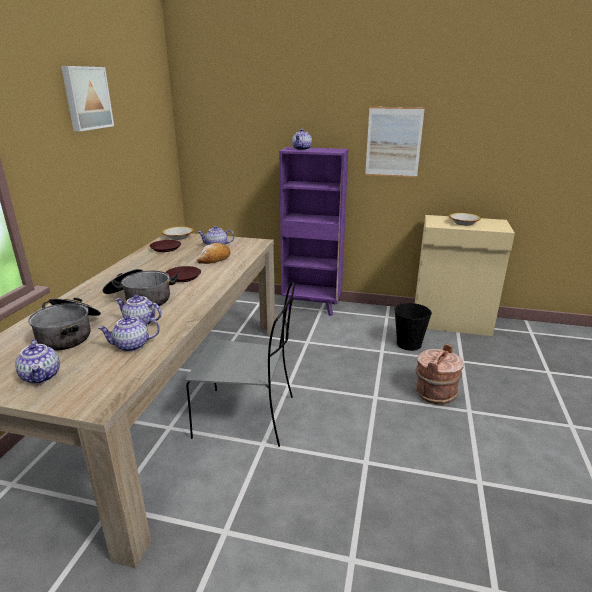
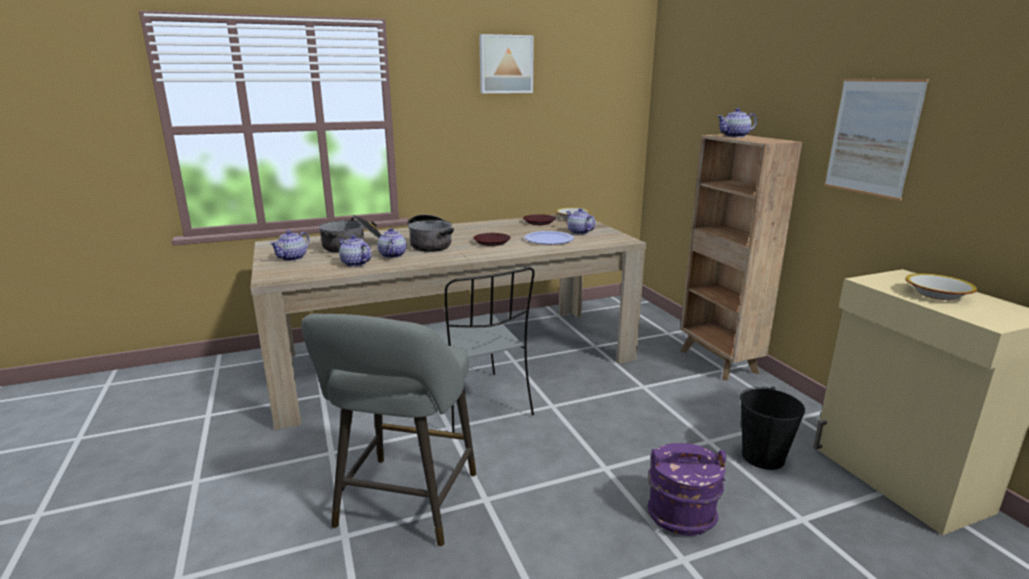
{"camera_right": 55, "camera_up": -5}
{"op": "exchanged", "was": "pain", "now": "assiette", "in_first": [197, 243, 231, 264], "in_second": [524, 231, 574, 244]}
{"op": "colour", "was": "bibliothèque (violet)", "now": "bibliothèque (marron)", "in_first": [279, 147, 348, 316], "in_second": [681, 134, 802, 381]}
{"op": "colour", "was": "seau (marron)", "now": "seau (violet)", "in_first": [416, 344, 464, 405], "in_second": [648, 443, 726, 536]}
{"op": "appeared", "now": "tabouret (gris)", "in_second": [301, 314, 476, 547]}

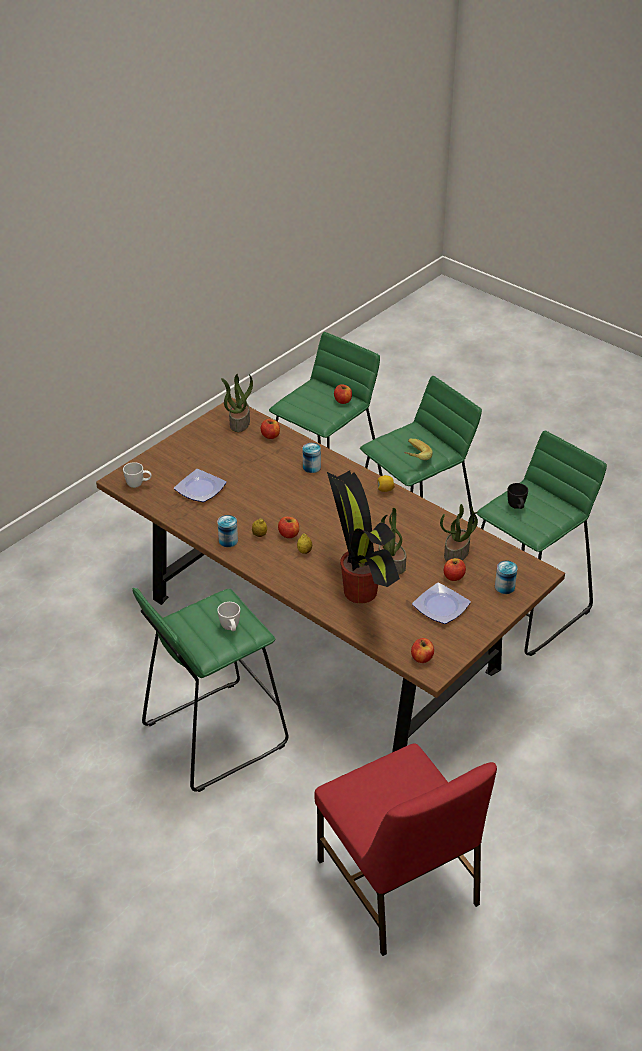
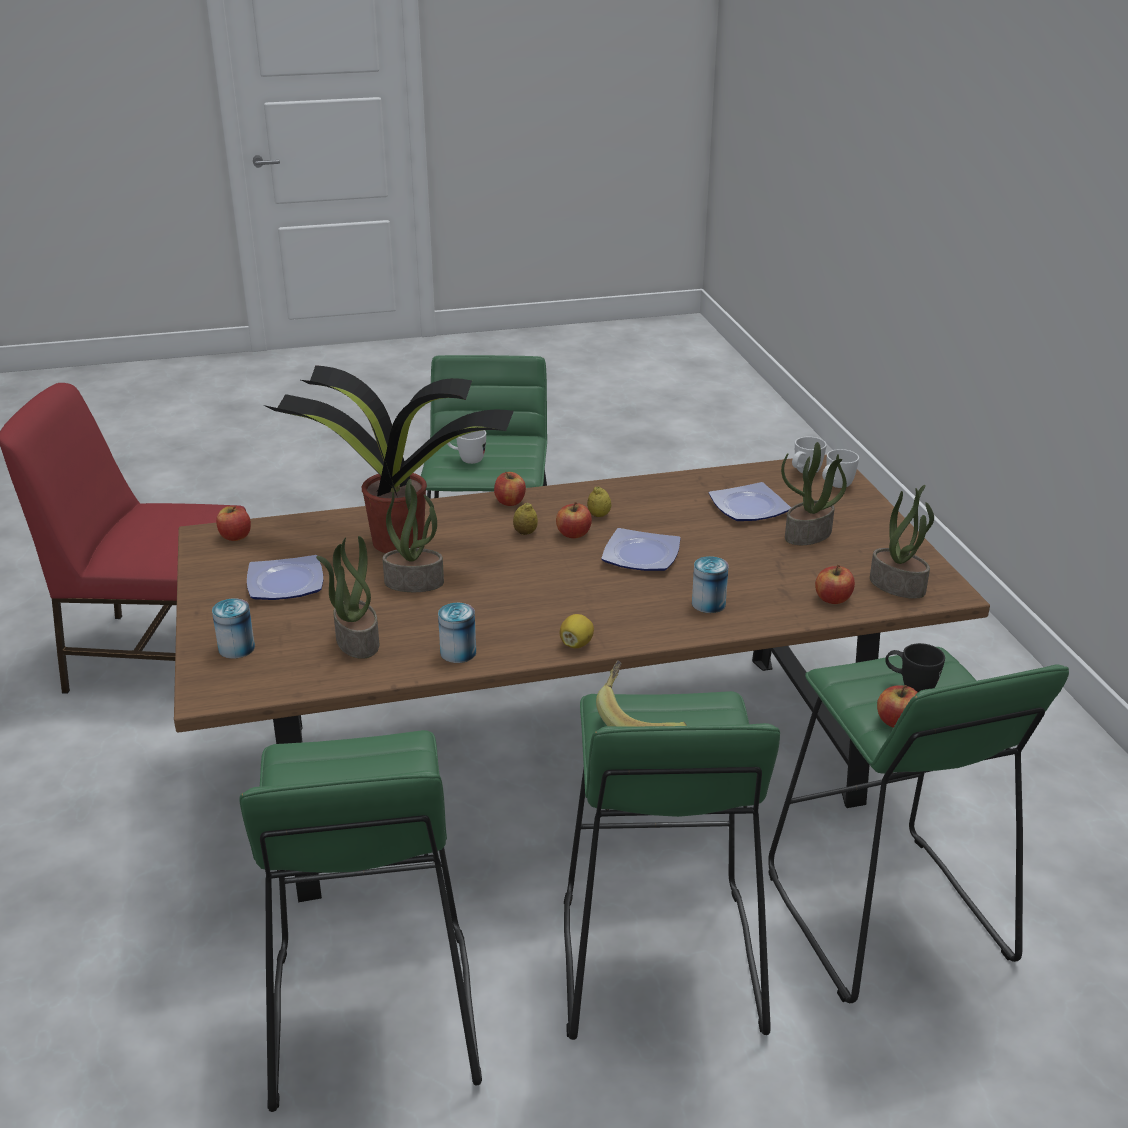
{"camera_right": 125, "camera_up": -10}
{"op": "relocated", "was": "boîte métallique", "in_first": [217, 515, 238, 547], "in_second": [438, 603, 476, 663]}
{"op": "relocated", "was": "pomme", "in_first": [444, 558, 466, 581], "in_second": [494, 471, 526, 506]}
{"op": "relocated", "was": "mug (noir)", "in_first": [507, 483, 528, 509], "in_second": [885, 643, 945, 692]}
{"op": "appeared", "now": "assiette", "in_second": [601, 528, 681, 571]}
{"op": "appeared", "now": "plante en pot", "in_second": [781, 442, 847, 545]}
{"op": "appeared", "now": "mug (blanc)", "in_second": [822, 449, 859, 488]}

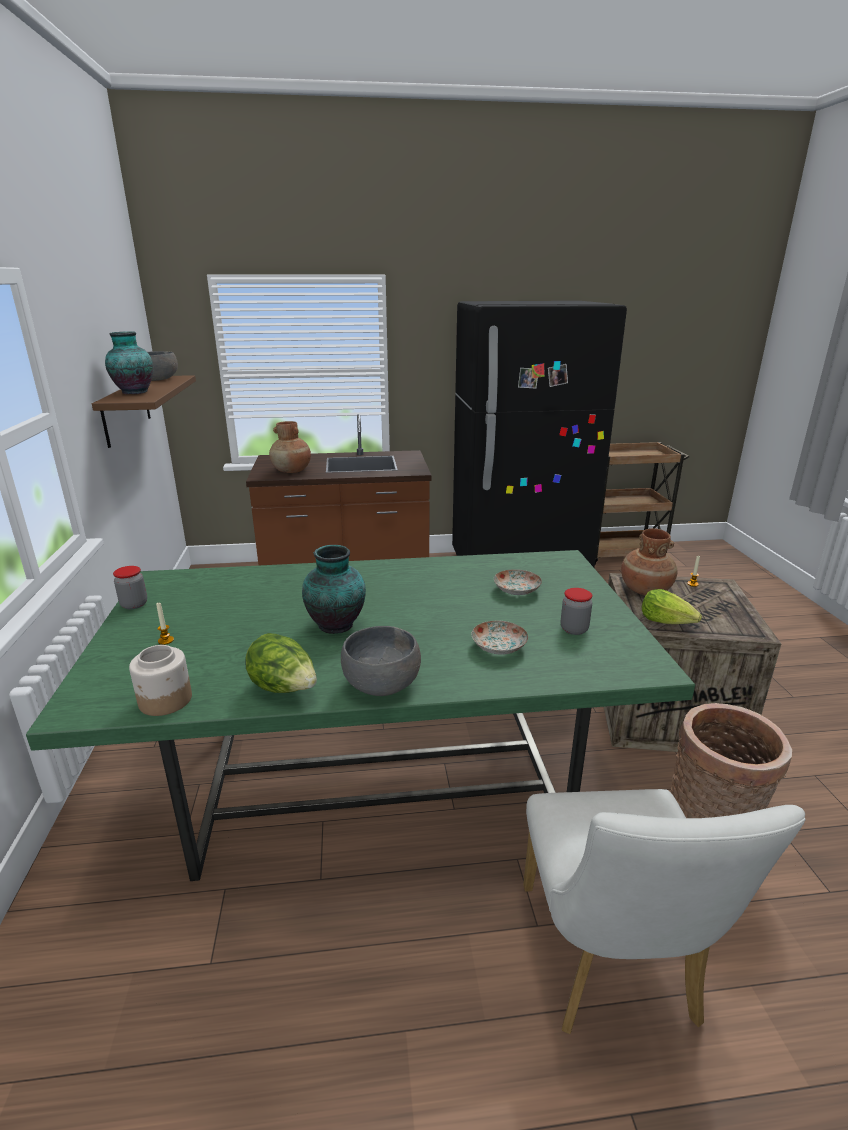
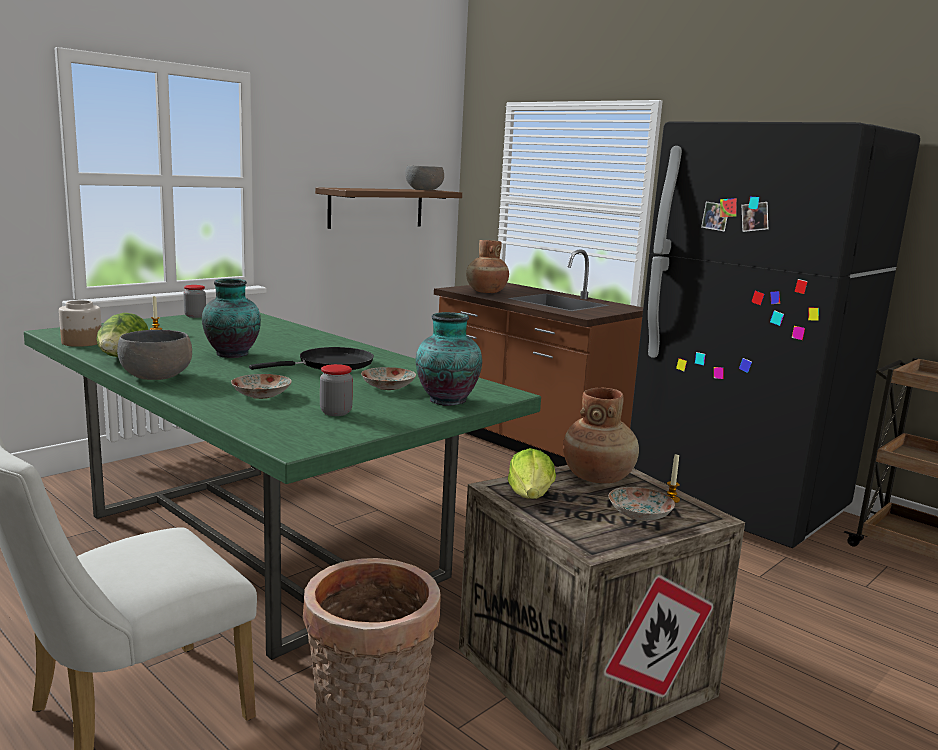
{"camera_right": 50, "camera_up": -10}
{"op": "relocated", "was": "vase", "in_first": [105, 331, 153, 394], "in_second": [416, 312, 482, 406]}
{"op": "appeared", "now": "poêle (noir)", "in_second": [249, 347, 374, 370]}
{"op": "appeared", "now": "assiette", "in_second": [609, 487, 675, 521]}

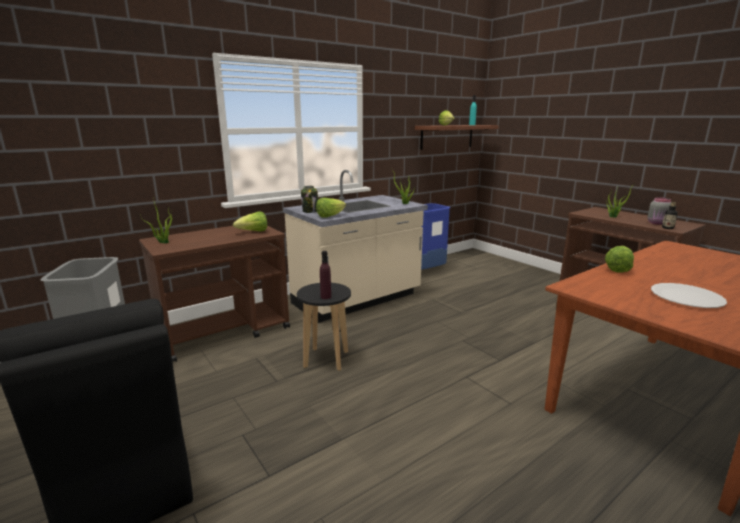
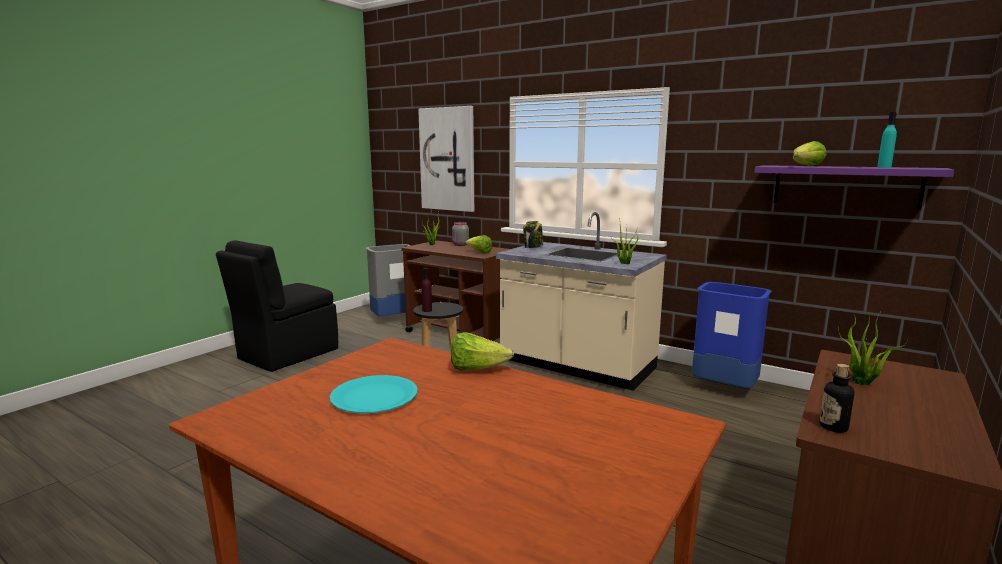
{"camera_right": 70, "camera_up": -5}
{"op": "missing", "was": "laitue", "in_first": [316, 198, 346, 217]}
{"op": "colour", "was": "étagère (marron)", "now": "étagère (violet)", "in_first": [415, 125, 499, 150], "in_second": [754, 165, 954, 210]}
{"op": "relocated", "was": "bocal (gris)", "in_first": [647, 197, 671, 225], "in_second": [452, 222, 469, 246]}
{"op": "colour", "was": "assiette (blanc)", "now": "assiette (turquoise)", "in_first": [651, 283, 727, 308], "in_second": [329, 375, 418, 413]}
{"op": "appeared", "now": "tableau", "in_second": [418, 106, 474, 212]}

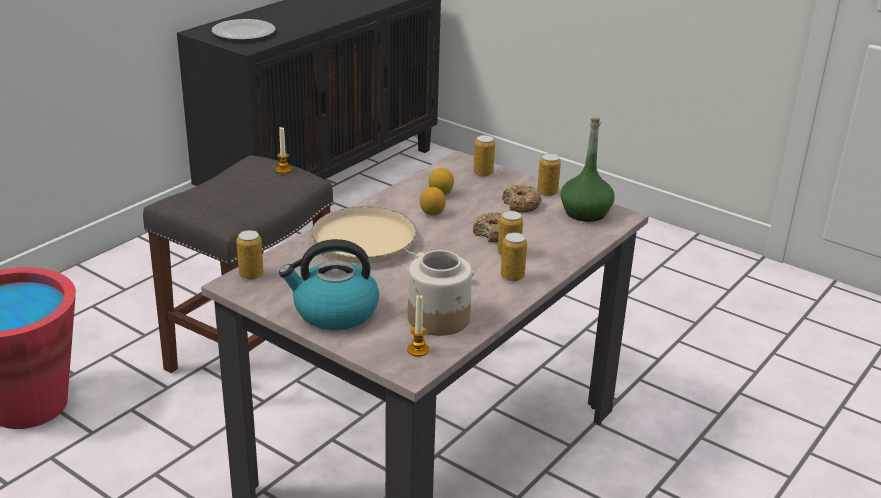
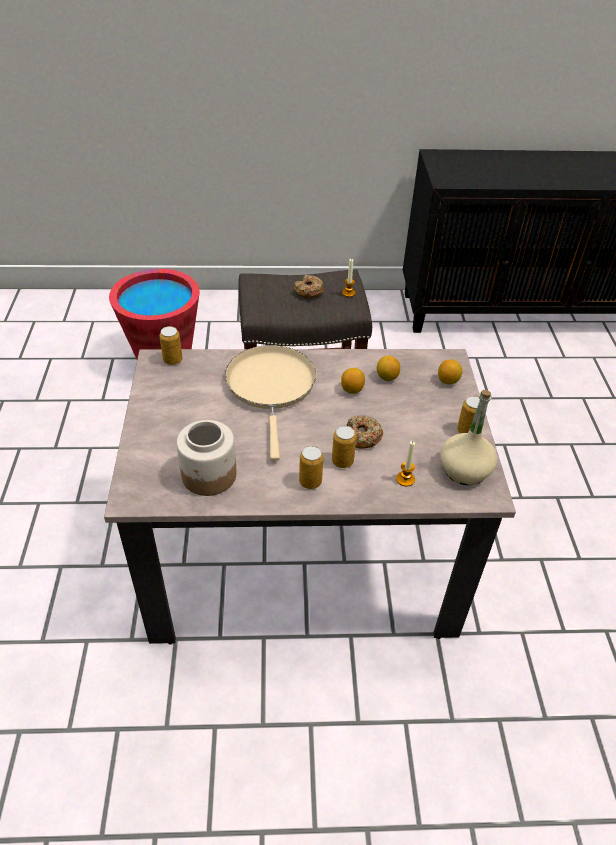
{"camera_right": 50, "camera_up": 15}
{"op": "missing", "was": "assiette", "in_first": [212, 19, 276, 40]}
{"op": "missing", "was": "bouilloire", "in_first": [279, 239, 379, 330]}
{"op": "relocated", "was": "bougie", "in_first": [407, 294, 429, 357], "in_second": [396, 441, 415, 486]}
{"op": "exchanged", "was": "boîte métallique", "now": "citron", "in_first": [473, 135, 495, 177], "in_second": [438, 359, 463, 384]}
{"op": "relocated", "was": "beignet", "in_first": [502, 185, 542, 213], "in_second": [294, 275, 324, 298]}
{"op": "colour", "was": "bouteille (vert)", "now": "bouteille (beige)", "in_first": [560, 118, 615, 222], "in_second": [440, 390, 497, 485]}

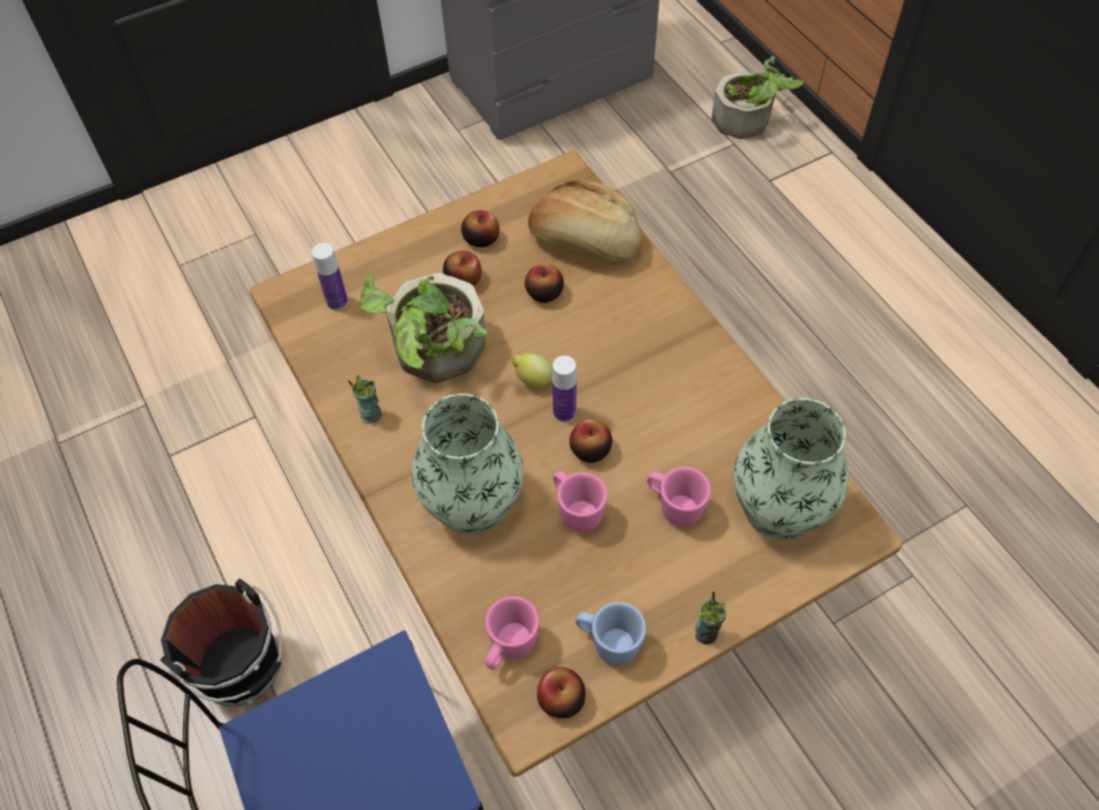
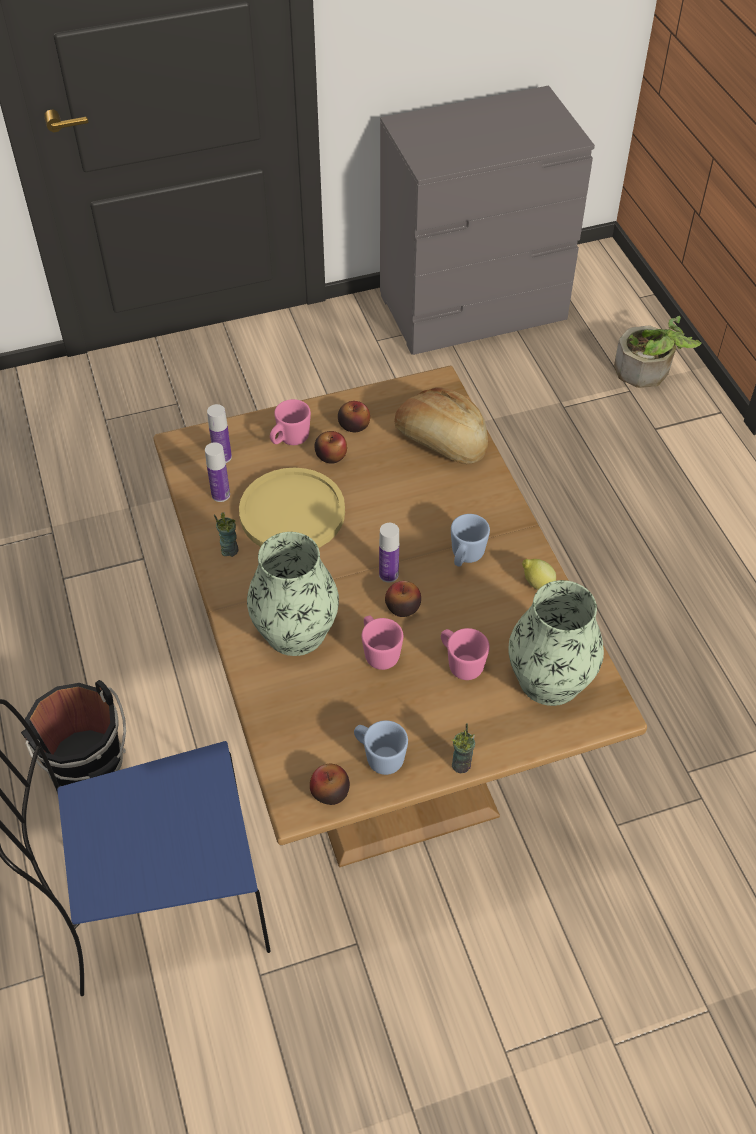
{"camera_right": 10, "camera_up": -5}
{"op": "exchanged", "was": "plante en pot", "now": "assiette (jaune)", "in_first": [360, 273, 487, 383], "in_second": [239, 468, 345, 548]}
{"op": "relocated", "was": "mug (rose)", "in_first": [485, 596, 539, 670], "in_second": [270, 399, 311, 445]}
{"op": "relocated", "was": "citron", "in_first": [511, 353, 553, 388], "in_second": [522, 559, 556, 590]}
{"op": "missing", "was": "pomme", "in_first": [525, 264, 564, 303]}
{"op": "appeared", "now": "bouteille", "in_second": [205, 442, 230, 502]}
{"op": "appeared", "now": "mug (bleu)", "in_second": [451, 514, 490, 567]}

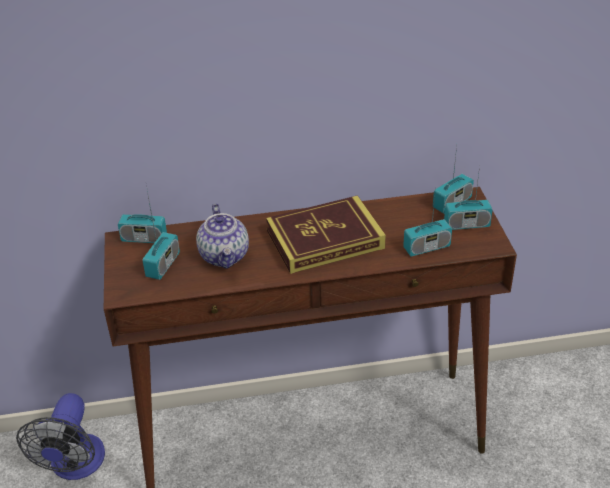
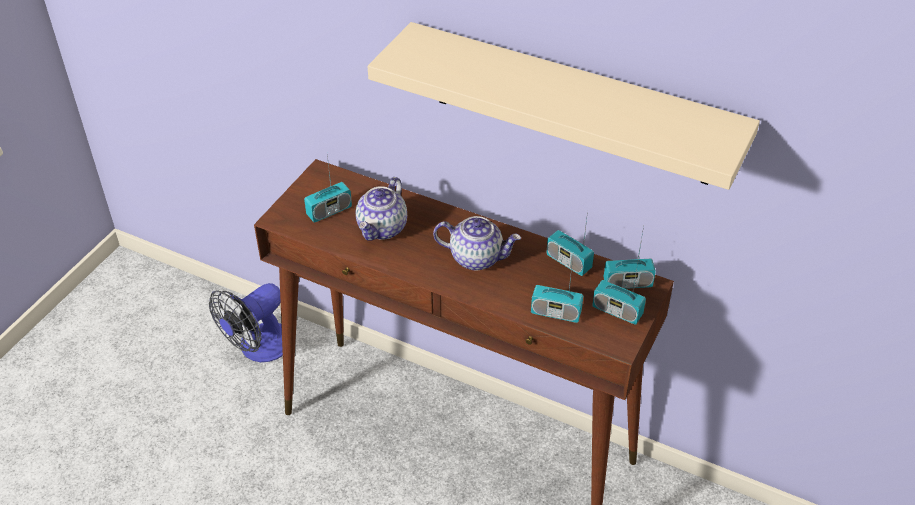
{"camera_right": 35, "camera_up": 5}
{"op": "relocated", "was": "radio", "in_first": [118, 180, 167, 243], "in_second": [546, 211, 594, 276]}
{"op": "exchanged", "was": "livre", "now": "théière", "in_first": [266, 195, 386, 274], "in_second": [433, 216, 521, 270]}
{"op": "appeared", "now": "étagère (beige)", "in_second": [368, 22, 760, 190]}

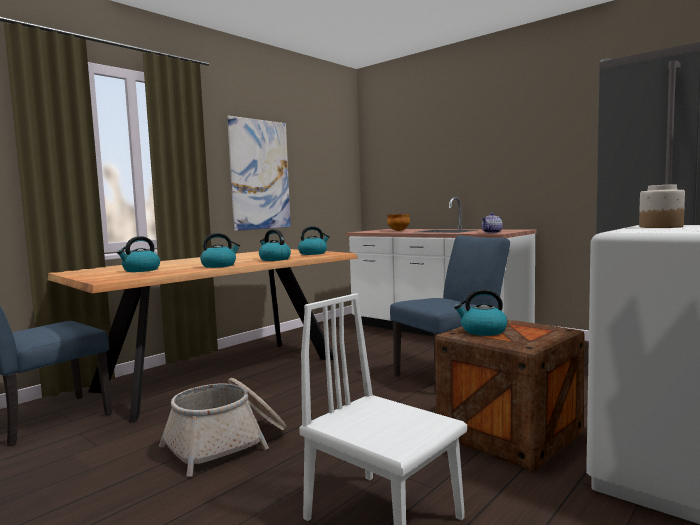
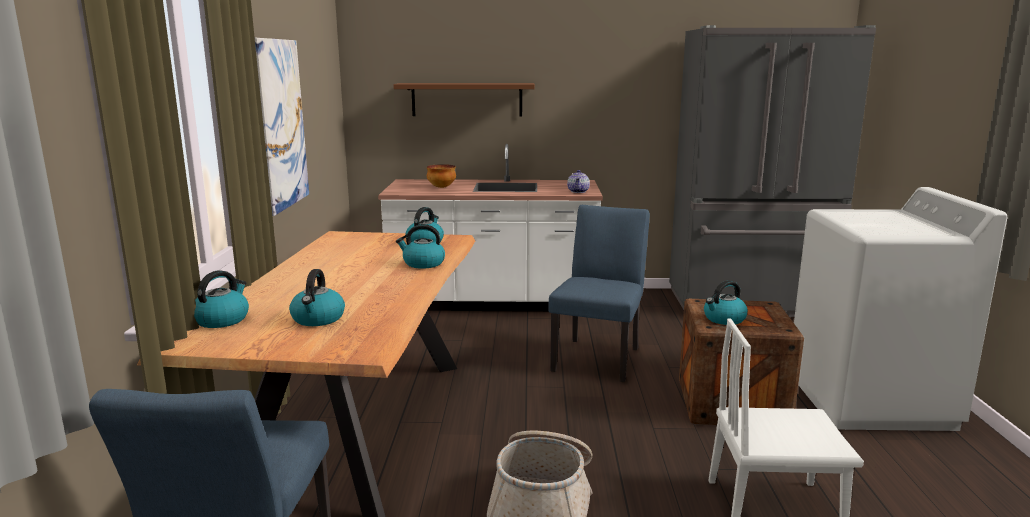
{"camera_right": -40, "camera_up": 10}
{"op": "relocated", "was": "bouilloire", "in_first": [200, 233, 240, 268], "in_second": [194, 270, 249, 328]}
{"op": "missing", "was": "bocal", "in_first": [639, 184, 685, 228]}
{"op": "appeared", "now": "étagère (marron)", "in_second": [393, 83, 535, 117]}

